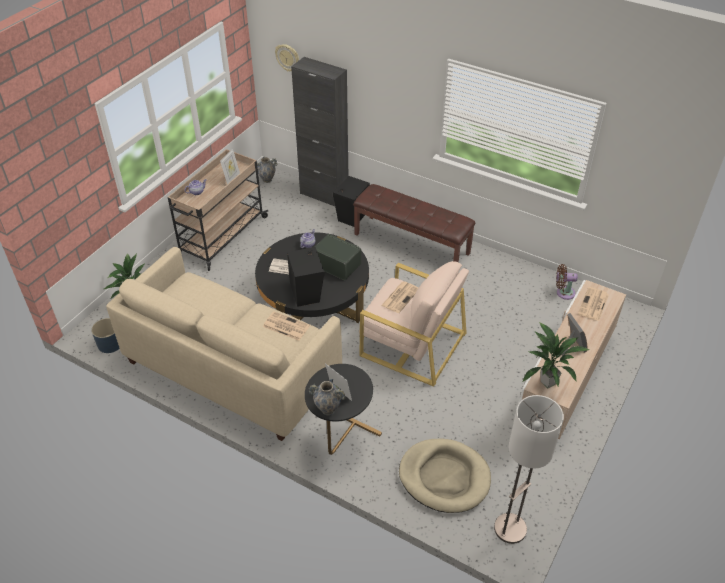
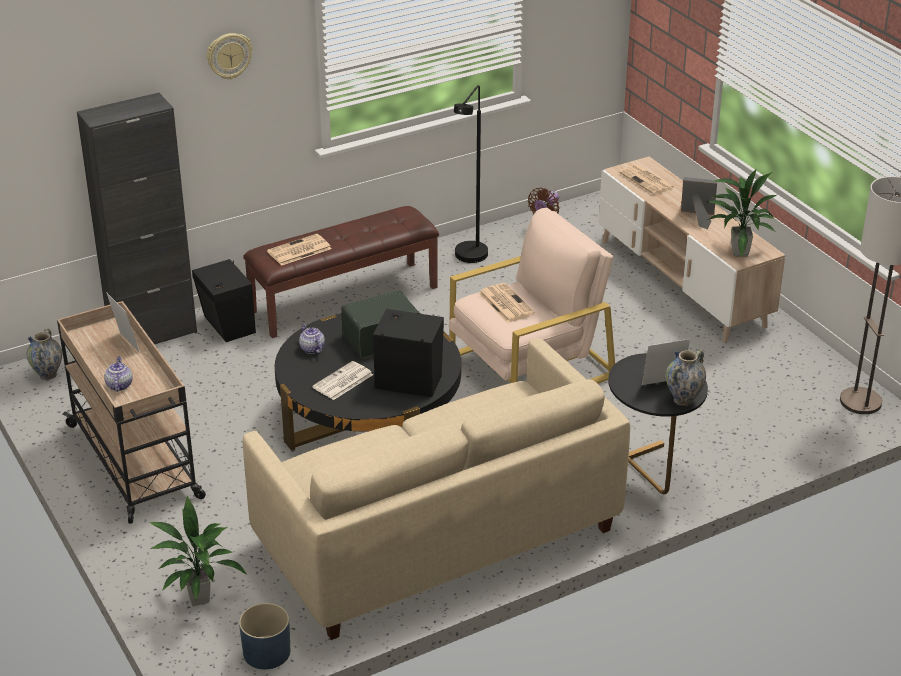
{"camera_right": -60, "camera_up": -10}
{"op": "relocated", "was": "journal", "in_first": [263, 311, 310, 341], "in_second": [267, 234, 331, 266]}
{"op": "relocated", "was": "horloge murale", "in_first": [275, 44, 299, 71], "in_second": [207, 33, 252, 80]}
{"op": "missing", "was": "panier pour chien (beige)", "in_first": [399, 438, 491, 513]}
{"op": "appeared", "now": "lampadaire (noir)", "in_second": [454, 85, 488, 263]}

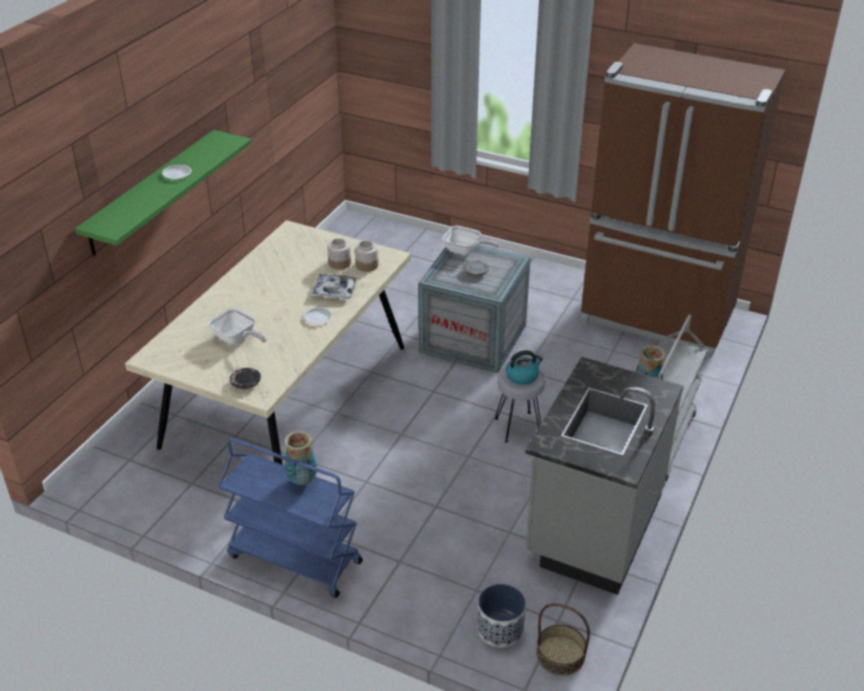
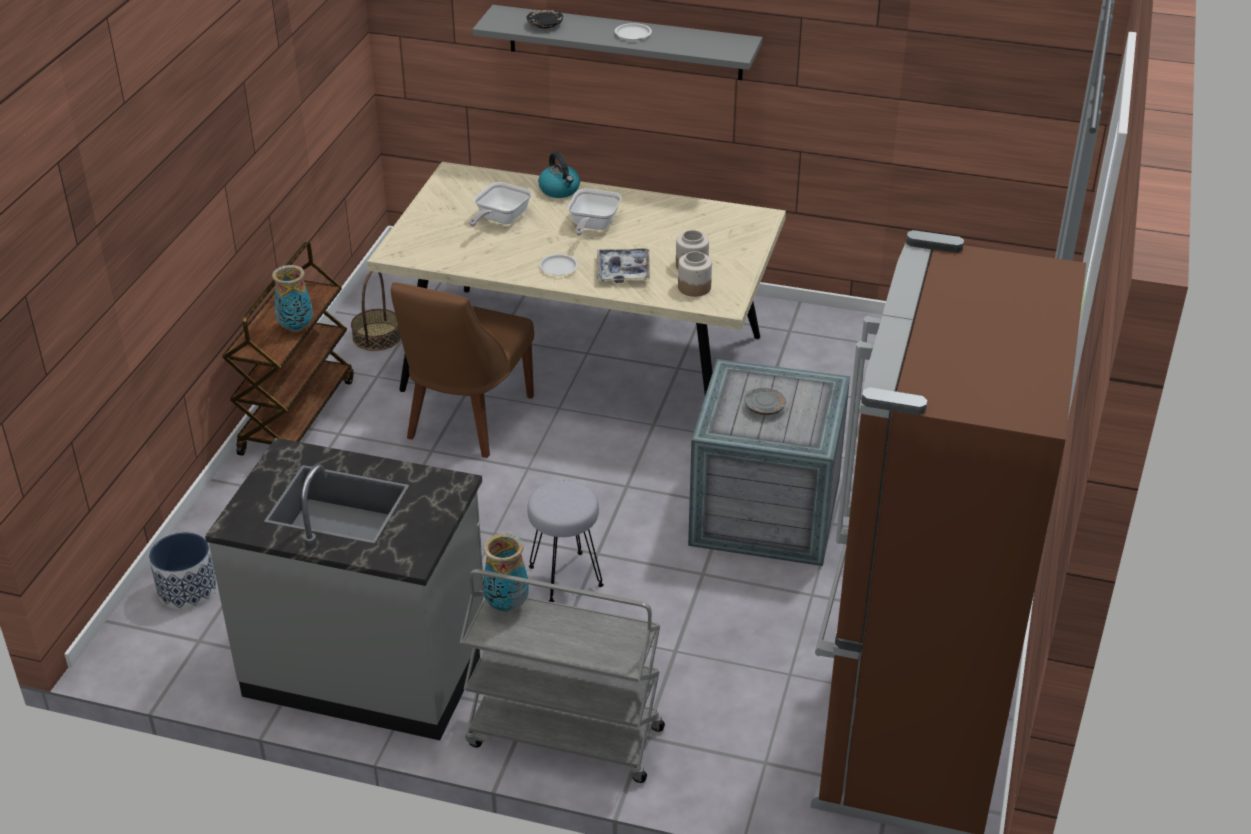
{"camera_right": 80, "camera_up": 0}
{"op": "colour", "was": "étagère (vert)", "now": "étagère (gris)", "in_first": [75, 130, 252, 256], "in_second": [473, 5, 762, 80]}
{"op": "colour", "was": "chariot (bleu)", "now": "chariot (marron)", "in_first": [218, 438, 363, 598], "in_second": [222, 242, 354, 456]}
{"op": "relocated", "was": "assiette (noir)", "in_first": [229, 368, 261, 389], "in_second": [526, 10, 563, 29]}
{"op": "relocated", "was": "poêle", "in_first": [442, 225, 500, 255], "in_second": [567, 189, 621, 236]}
{"op": "relocated", "was": "bouilloire", "in_first": [506, 350, 543, 385], "in_second": [538, 152, 580, 198]}
{"op": "relocated", "was": "panier", "in_first": [536, 603, 590, 675], "in_second": [351, 271, 401, 351]}
{"op": "appeared", "now": "chaise (marron)", "in_second": [391, 282, 534, 458]}

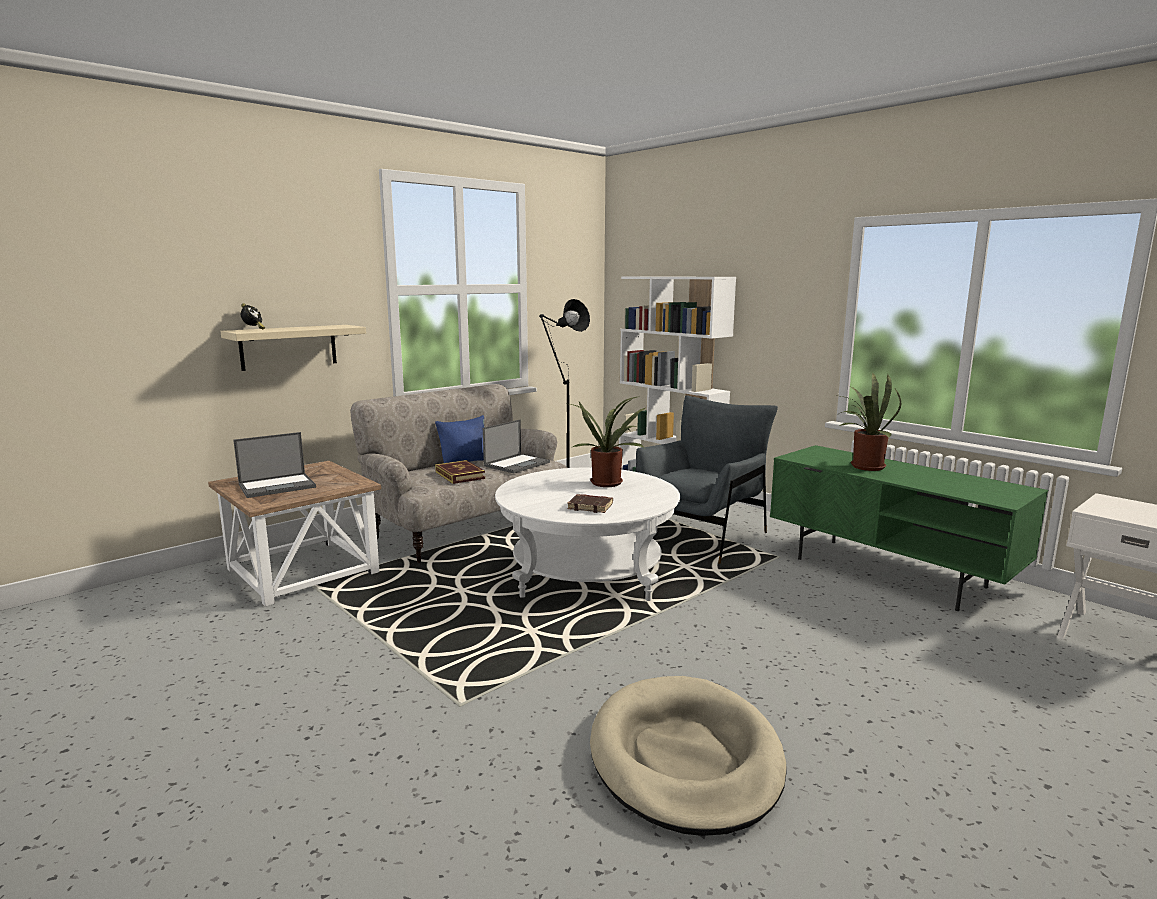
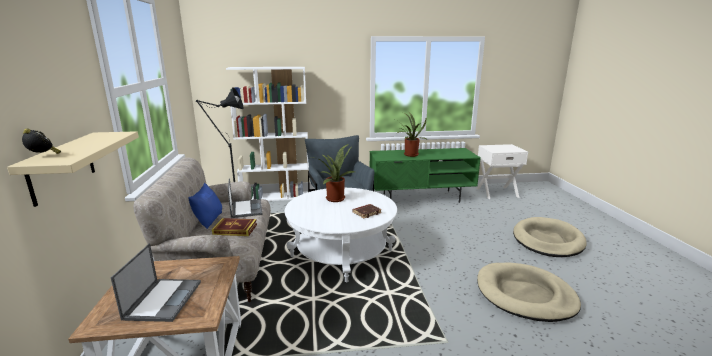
{"camera_right": -55, "camera_up": 5}
{"op": "appeared", "now": "panier pour chien (beige)", "in_second": [513, 217, 587, 257]}

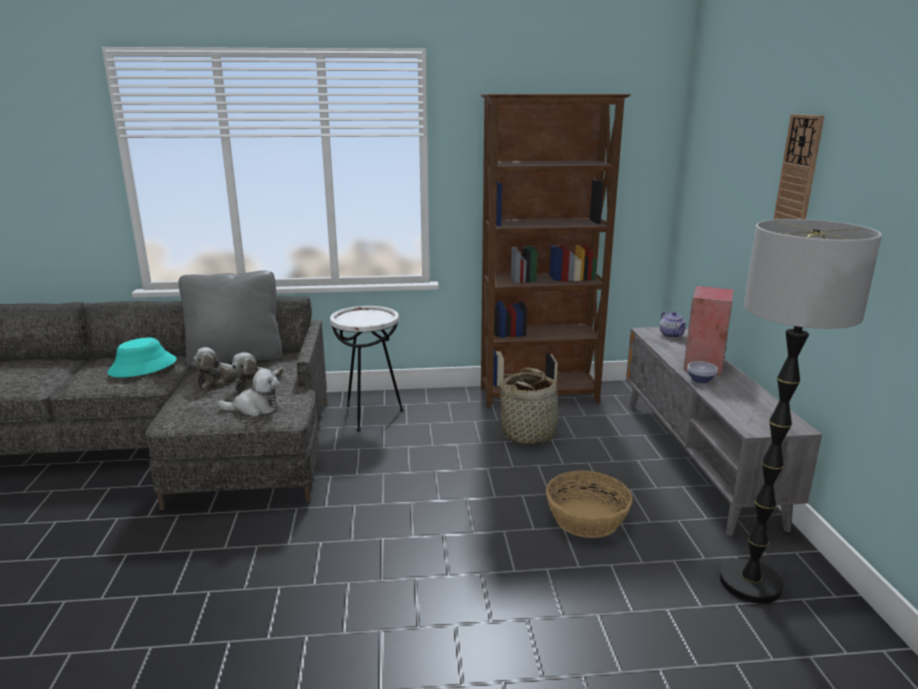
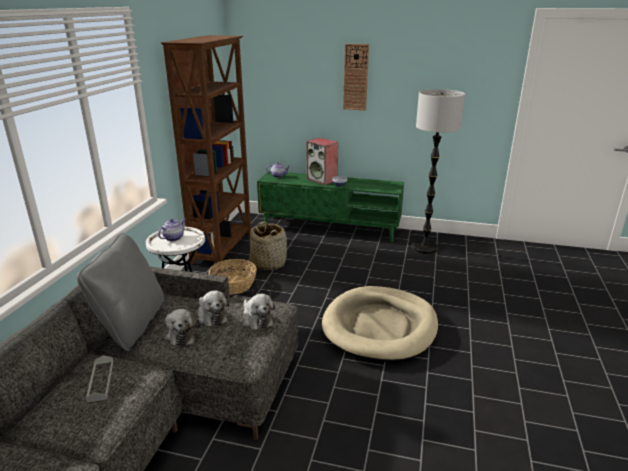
{"camera_right": -70, "camera_up": 5}
{"op": "exchanged", "was": "chapeau (turquoise)", "now": "plateau (gris)", "in_first": [107, 337, 177, 378], "in_second": [86, 355, 114, 403]}
{"op": "spun", "was": "peluche", "in_first": [218, 369, 280, 417], "in_second": [243, 294, 275, 330], "clockwise": 135}
{"op": "relocated", "was": "panier", "in_first": [546, 471, 633, 538], "in_second": [208, 259, 257, 294]}
{"op": "colour", "was": "meuble télé (gris)", "now": "meuble télé (vert)", "in_first": [626, 327, 822, 536], "in_second": [257, 171, 404, 242]}
{"op": "appeared", "now": "théière", "in_second": [158, 218, 185, 241]}
{"op": "appeared", "now": "panier pour chien (beige)", "in_second": [322, 286, 438, 362]}

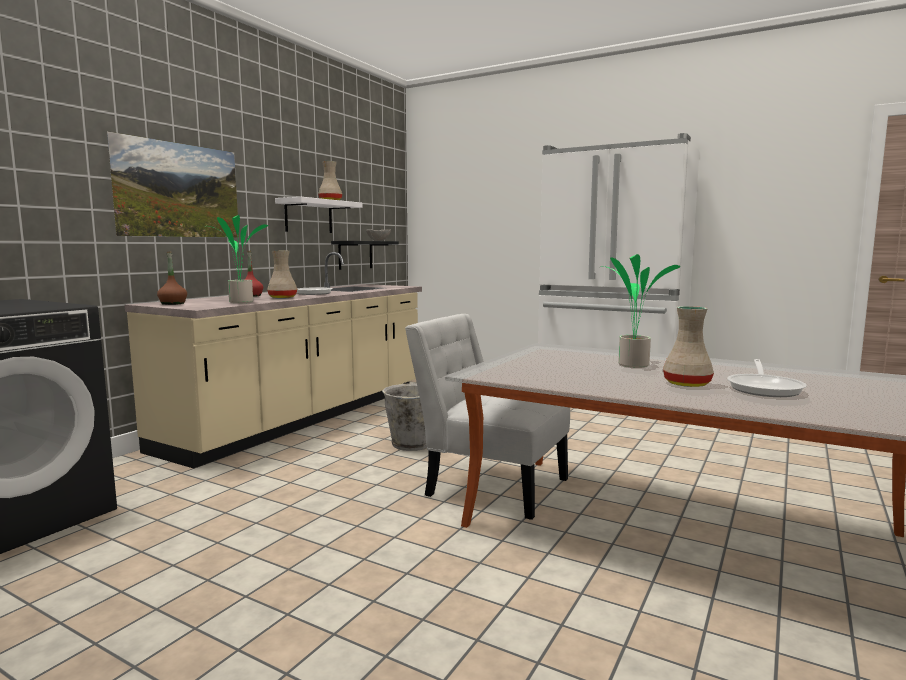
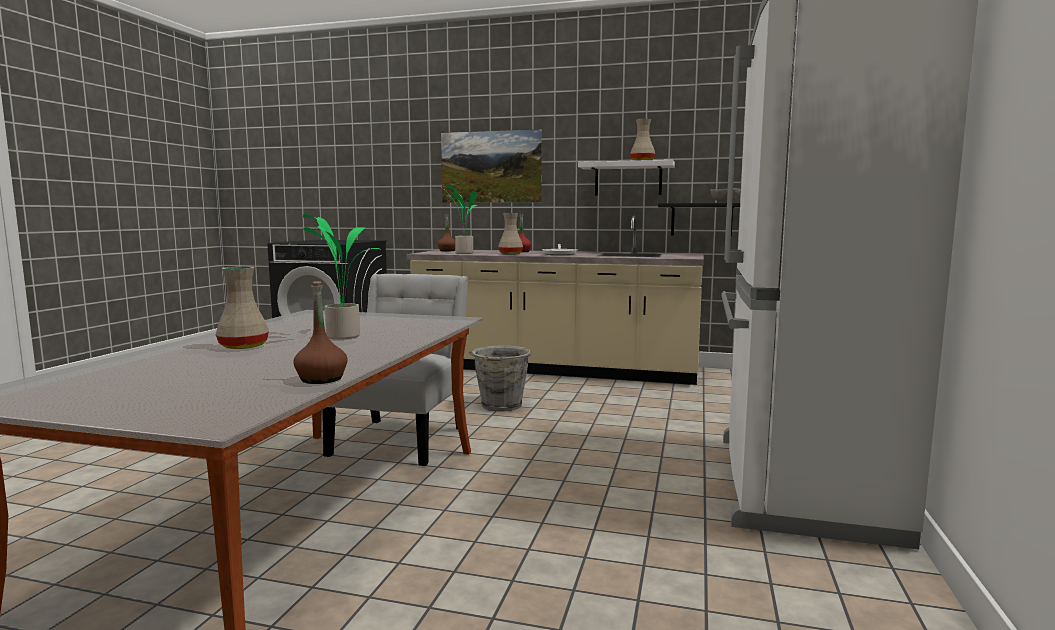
{"camera_right": 75, "camera_up": 0}
{"op": "missing", "was": "poêle", "in_first": [727, 359, 807, 397]}
{"op": "appeared", "now": "bouteille (marron)", "in_second": [293, 281, 348, 384]}

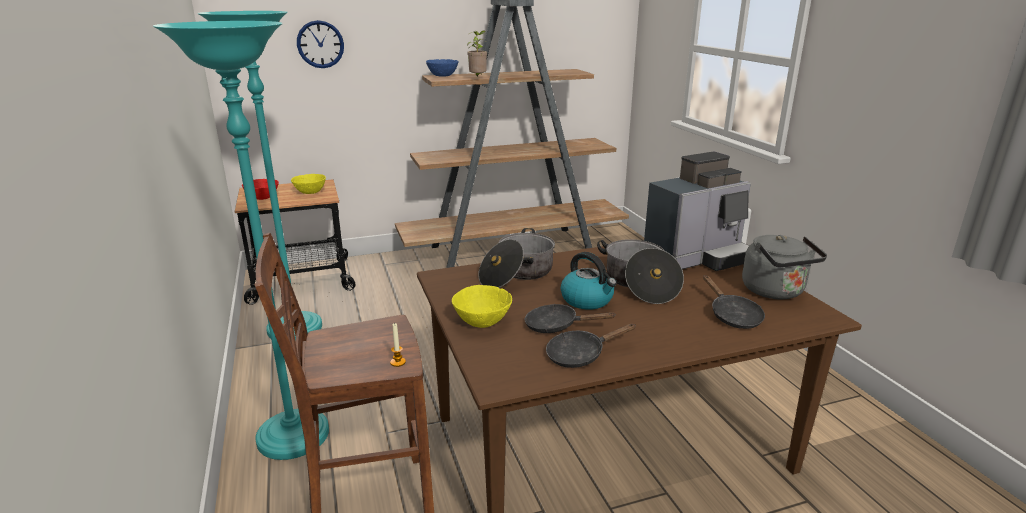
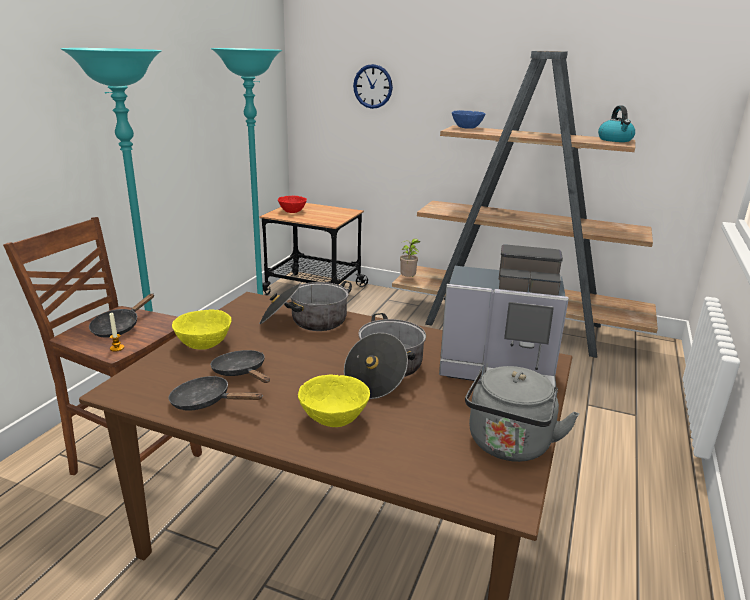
{"camera_right": 40, "camera_up": 0}
{"op": "relocated", "was": "bol (jaune)", "in_first": [291, 174, 326, 194], "in_second": [298, 374, 370, 427]}
{"op": "relocated", "was": "plante en pot", "in_first": [467, 30, 487, 76], "in_second": [400, 238, 421, 277]}
{"op": "relocated", "was": "bouilloire", "in_first": [561, 252, 617, 310], "in_second": [598, 106, 635, 142]}
{"op": "relocated", "was": "poêle (noir)", "in_first": [703, 275, 765, 329], "in_second": [89, 294, 154, 338]}

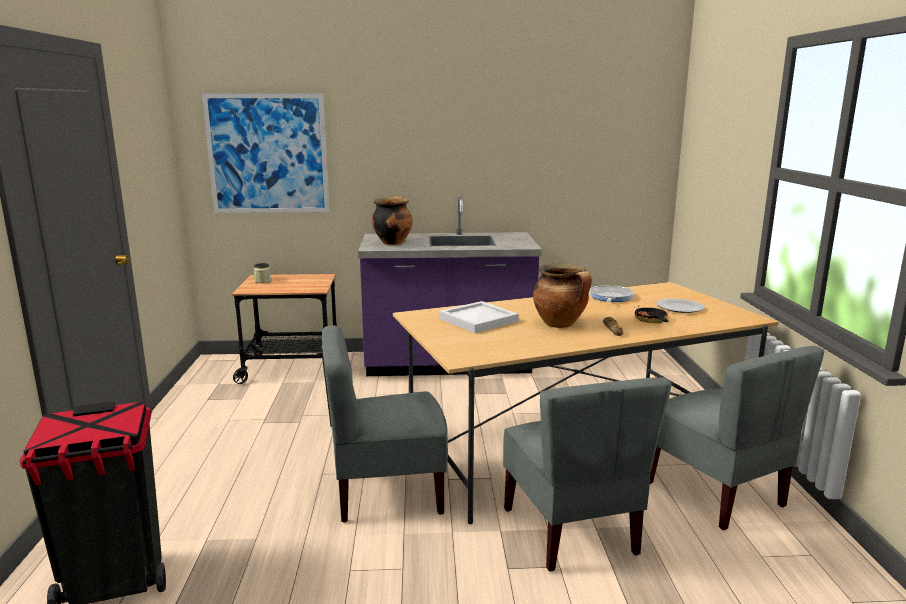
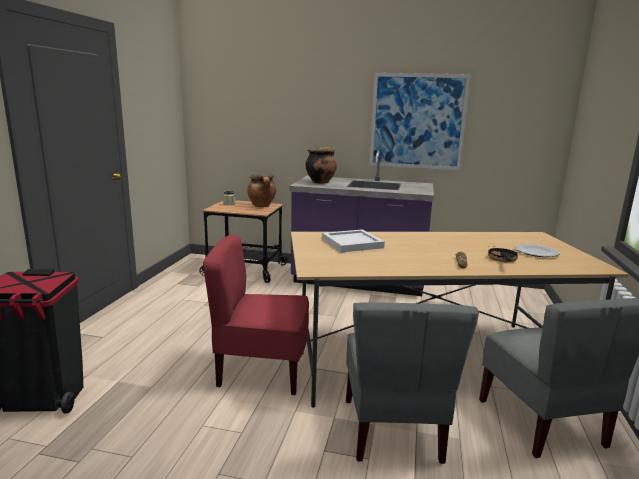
{"camera_right": 15, "camera_up": 0}
{"op": "relocated", "was": "tableau", "in_first": [202, 93, 329, 213], "in_second": [369, 73, 471, 170]}
{"op": "colour", "was": "chaise (gris)", "now": "chaise (rouge)", "in_first": [322, 325, 448, 522], "in_second": [203, 235, 309, 395]}
{"op": "relocated", "was": "marmite", "in_first": [533, 264, 592, 328], "in_second": [247, 174, 276, 207]}
{"op": "missing", "was": "poêle", "in_first": [589, 285, 634, 302]}

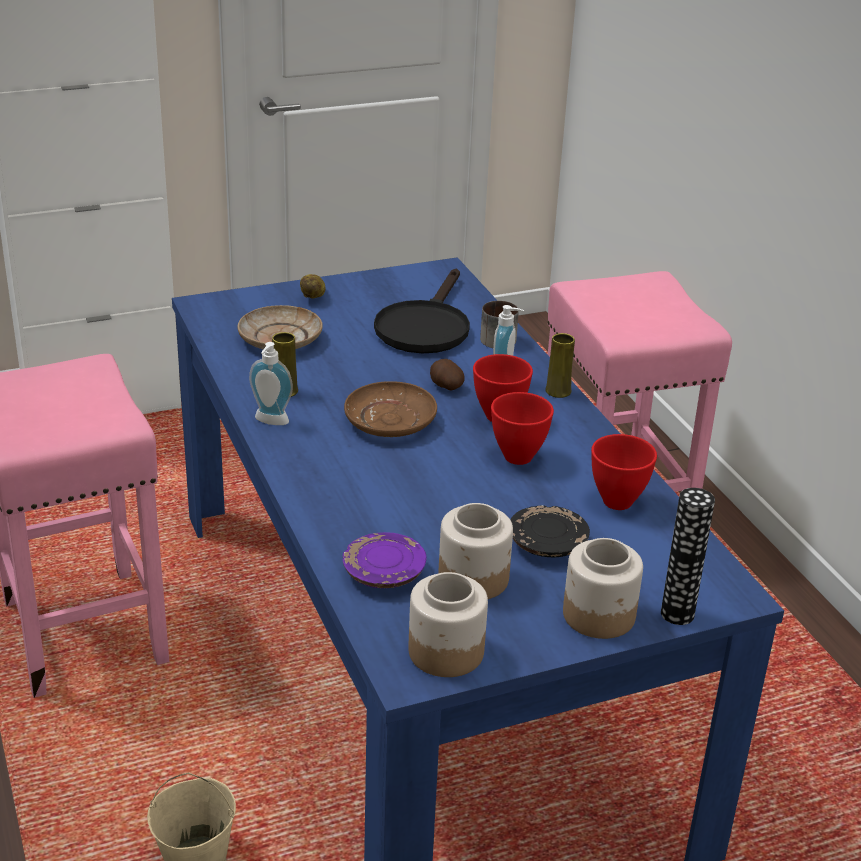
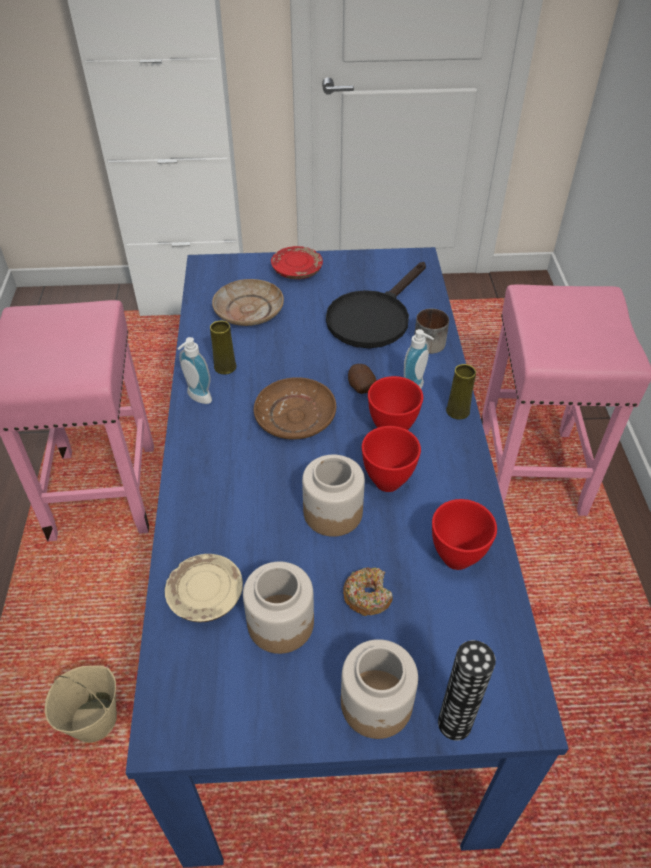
{"camera_right": 20, "camera_up": 15}
{"op": "exchanged", "was": "pomme de terre", "now": "assiette (rouge)", "in_first": [300, 274, 325, 299], "in_second": [271, 246, 323, 279]}
{"op": "colour", "was": "assiette (violet)", "now": "assiette (beige)", "in_first": [343, 532, 427, 588], "in_second": [165, 554, 243, 622]}
{"op": "relocated", "was": "bocal", "in_first": [408, 572, 488, 677], "in_second": [302, 455, 365, 537]}
{"op": "exchanged", "was": "assiette (noir)", "now": "beignet", "in_first": [510, 505, 590, 557], "in_second": [343, 567, 393, 616]}

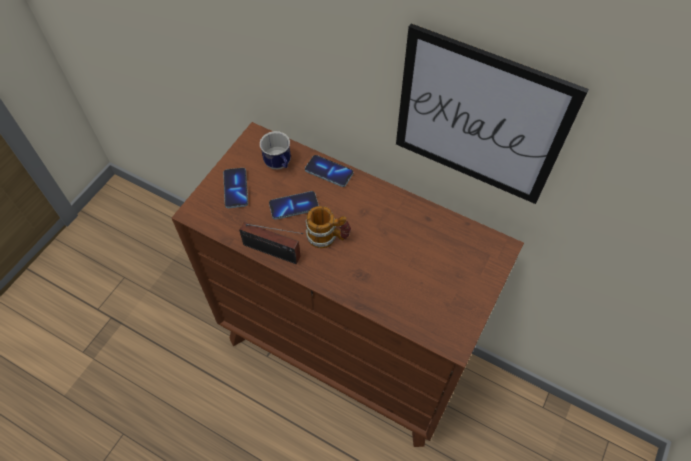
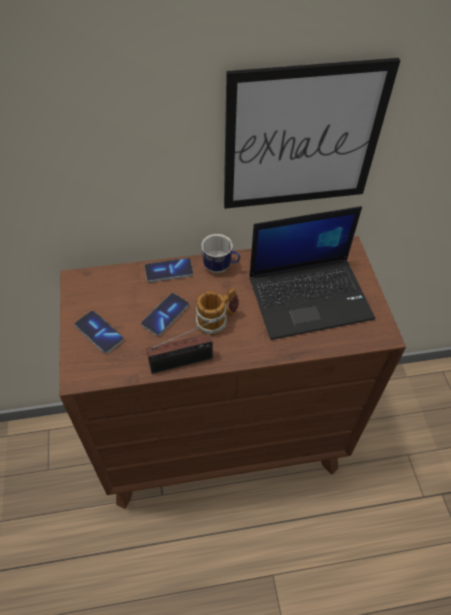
{"camera_right": -40, "camera_up": -5}
{"op": "relocated", "was": "mug", "in_first": [260, 131, 291, 169], "in_second": [201, 234, 240, 273]}
{"op": "appeared", "now": "ordinateur portable", "in_second": [249, 206, 375, 340]}

